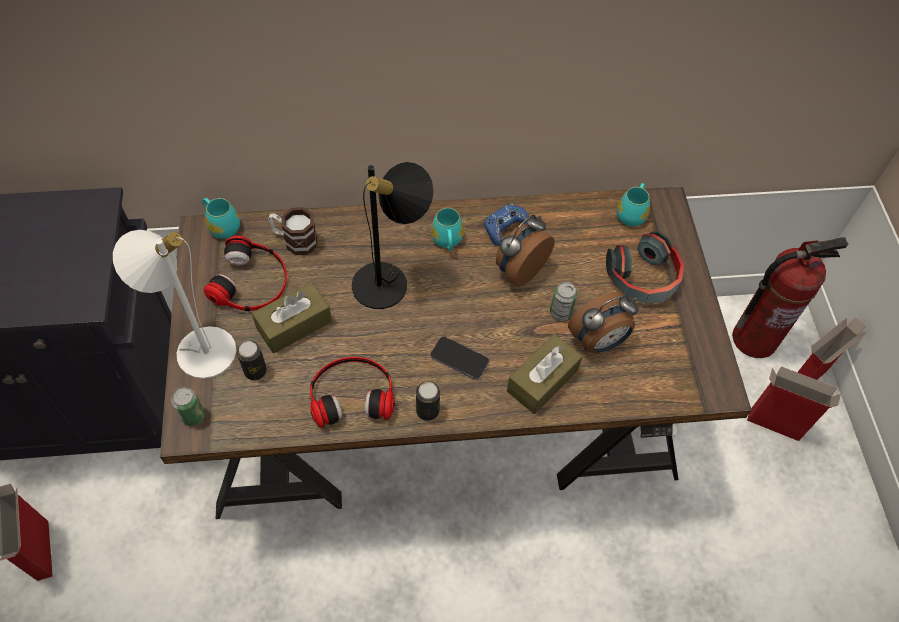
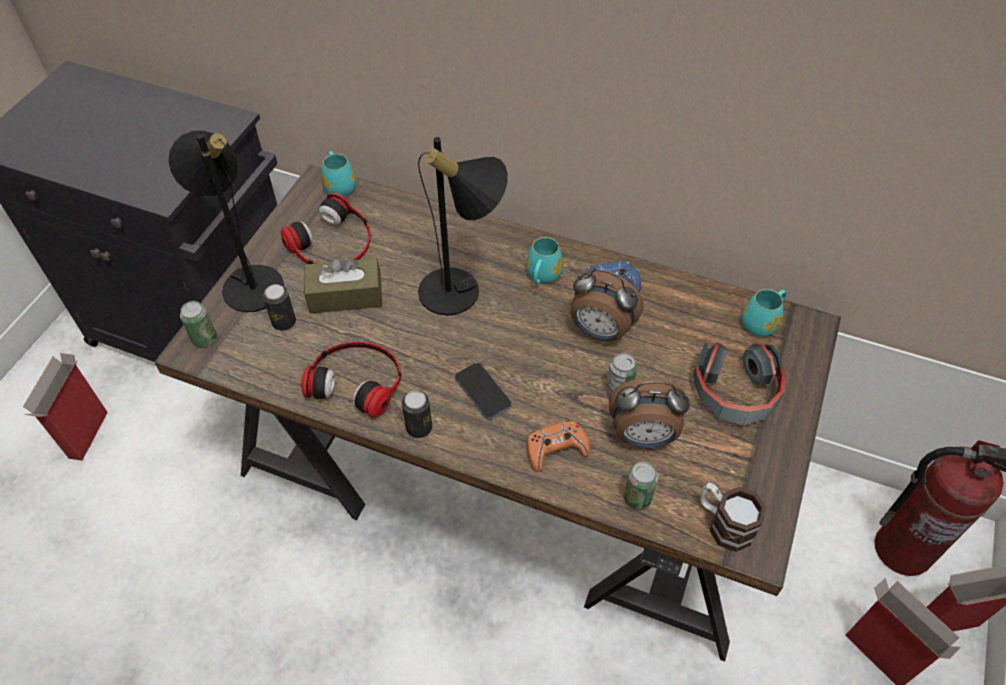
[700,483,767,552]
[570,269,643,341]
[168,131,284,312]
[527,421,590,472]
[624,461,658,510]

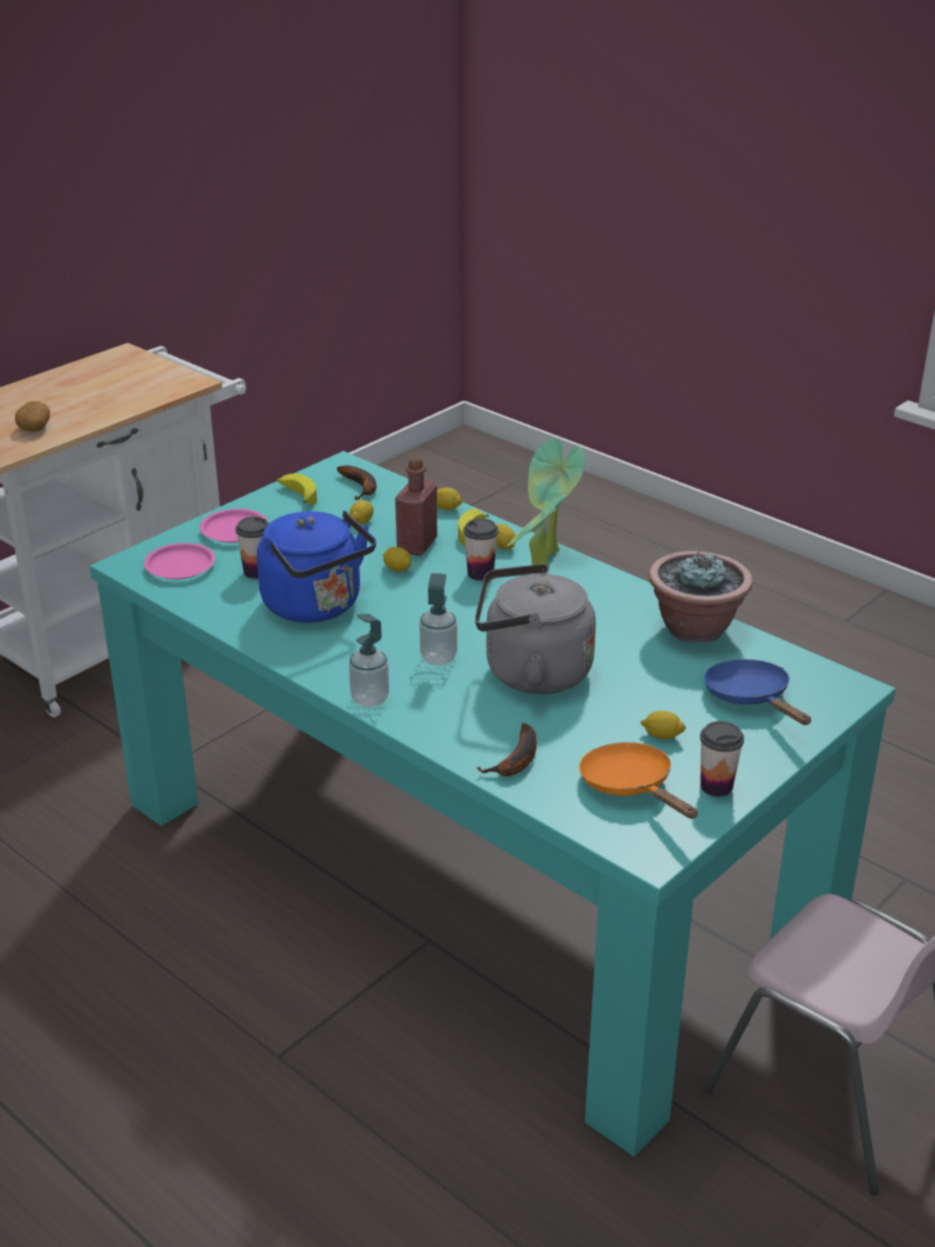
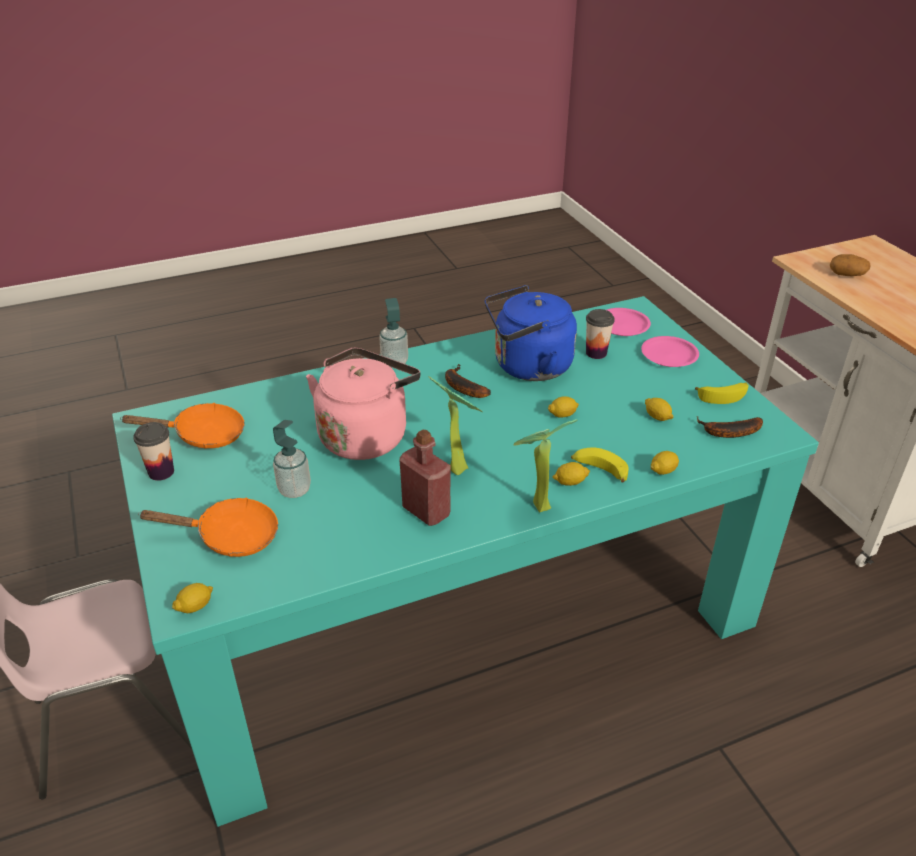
[400,430,451,526]
[463,518,499,581] (first image)
[649,551,753,643] (first image)
[306,348,420,460]
[273,420,311,498]
[138,497,278,557]
[172,583,213,613]
[445,364,491,398]

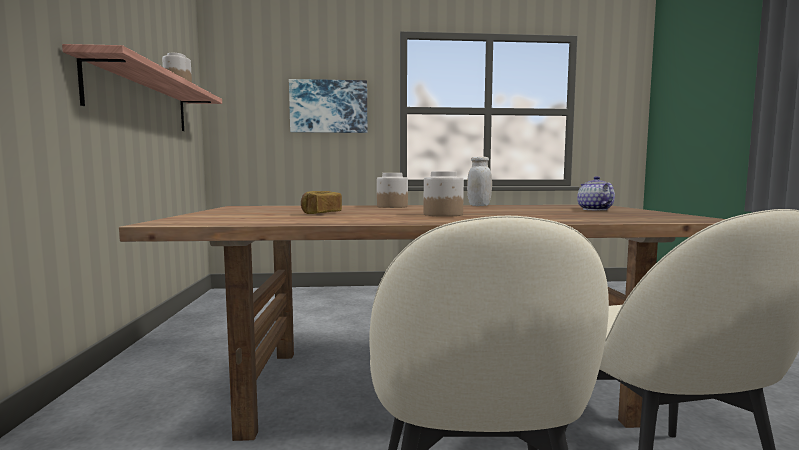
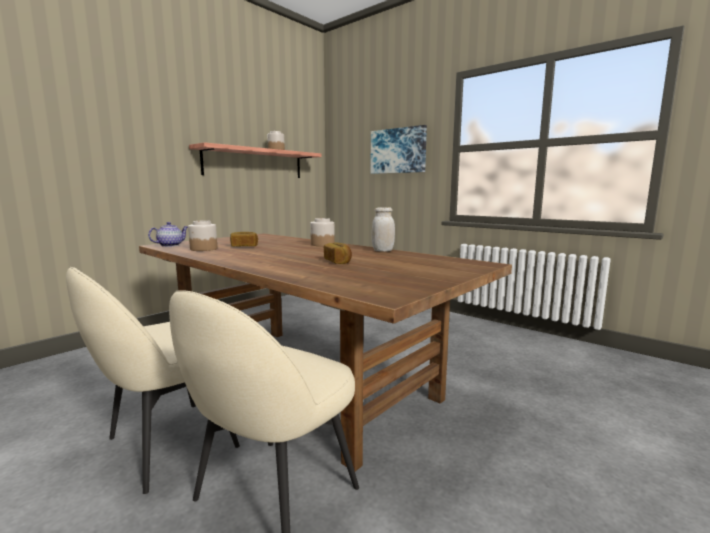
[188,220,217,251]
[148,222,188,247]
[324,242,352,264]

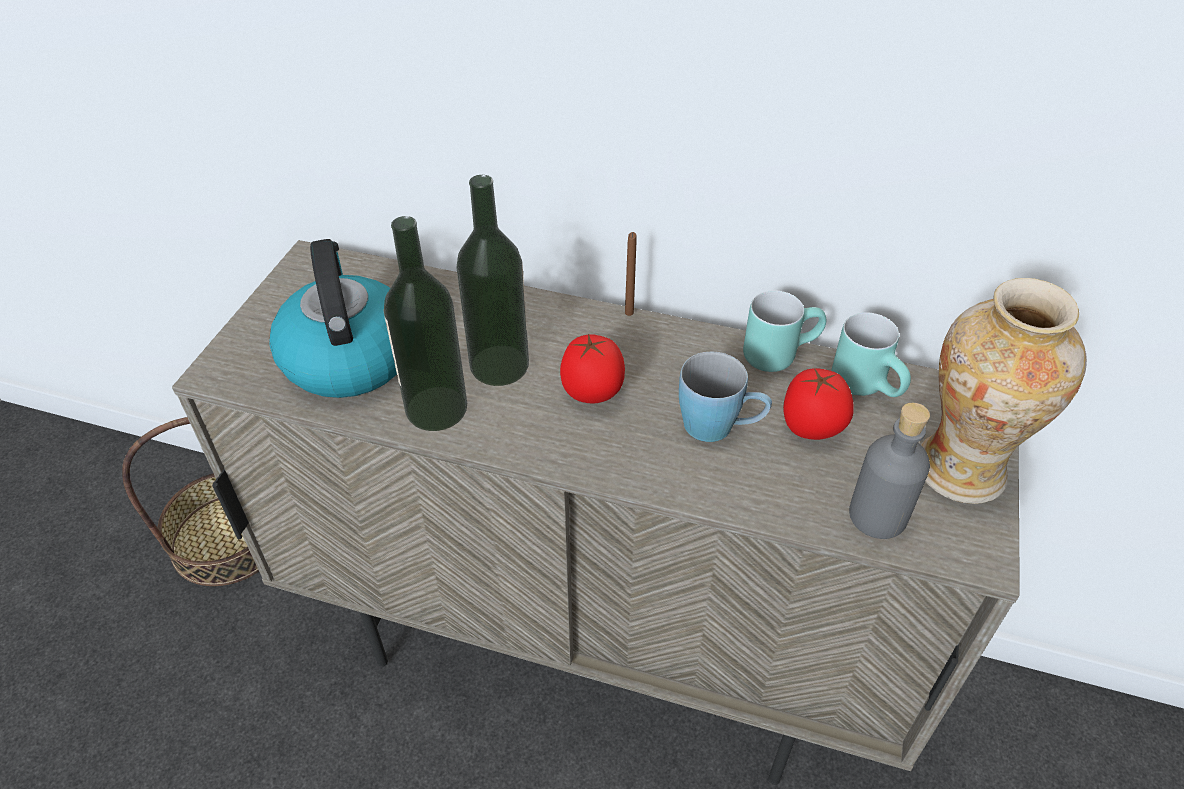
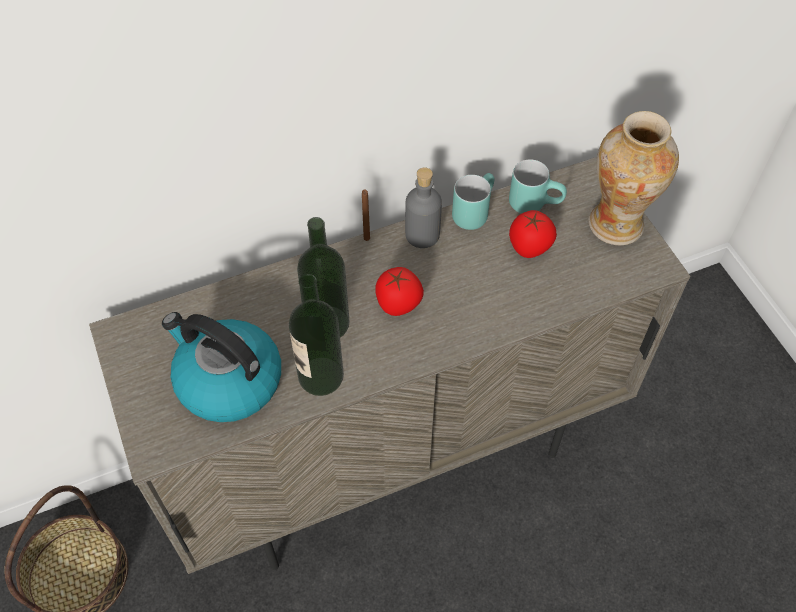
[679,352,772,442] (first image)
[405,168,442,248]

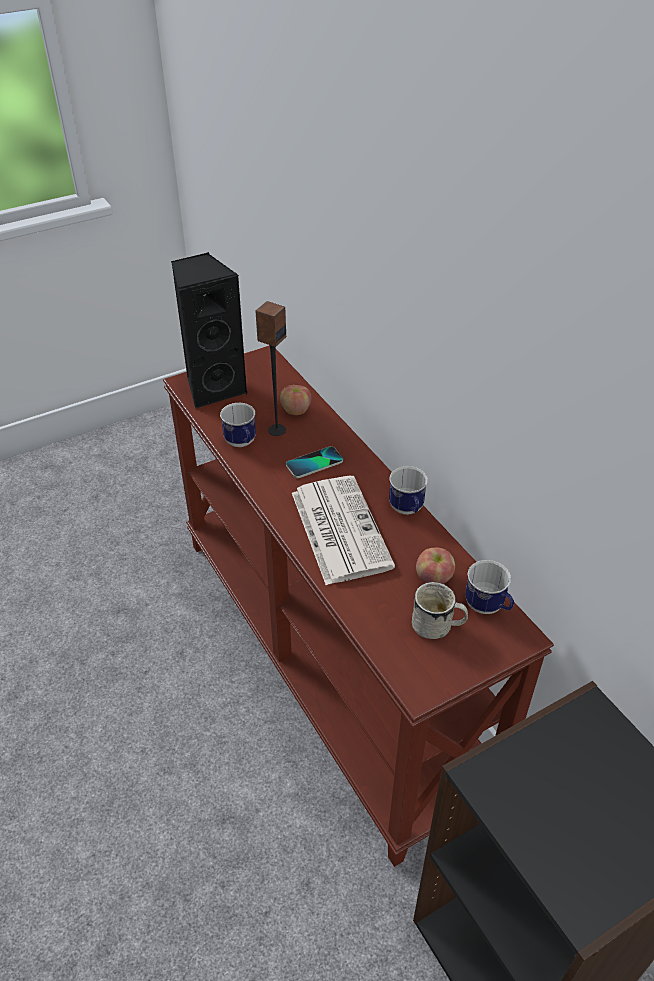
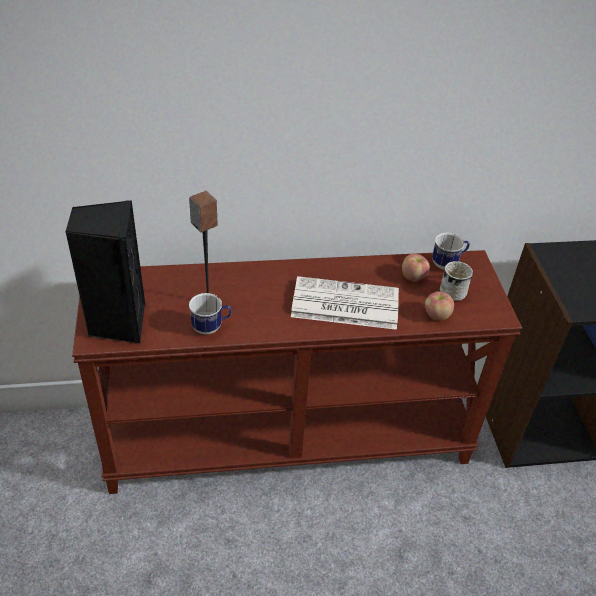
[425,292,454,321]
[286,446,343,478] (first image)
[389,466,428,515] (first image)

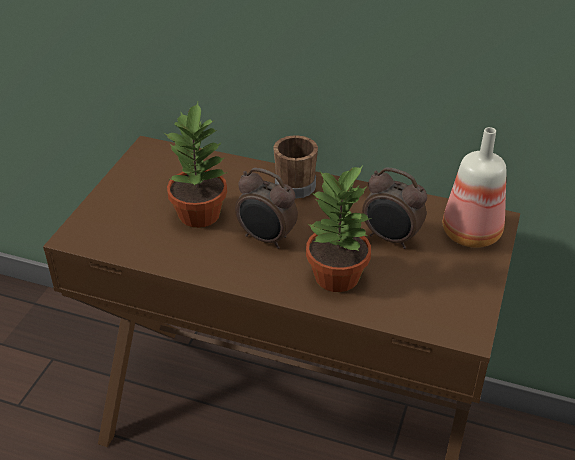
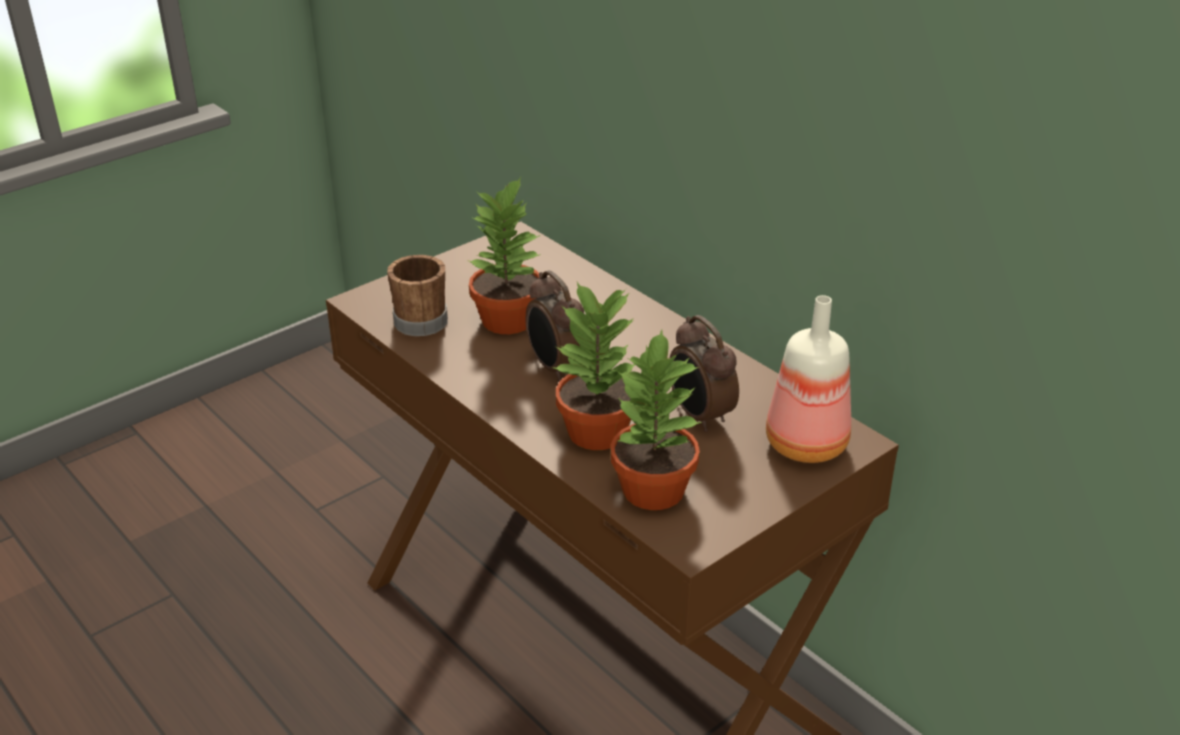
[387,255,448,337]
[611,330,702,510]

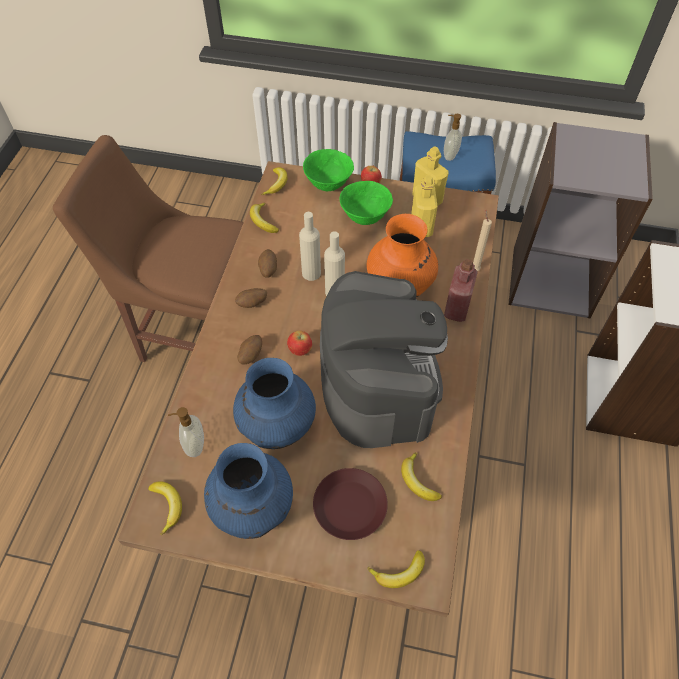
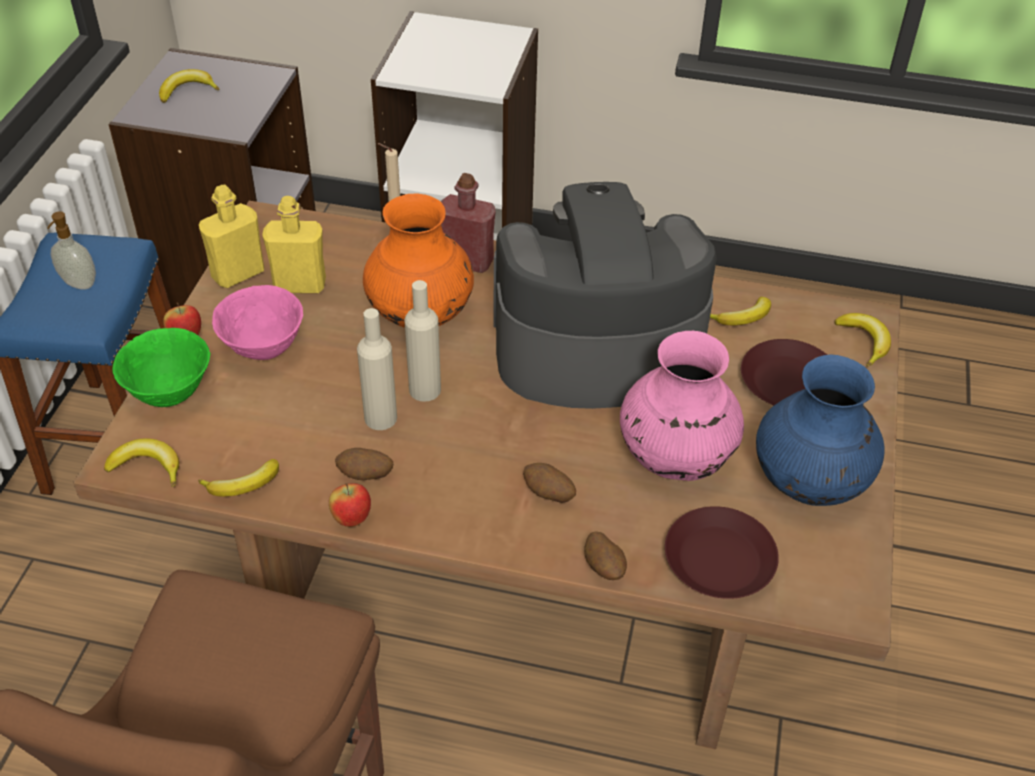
[212,285,303,360]
[584,531,627,580]
[329,483,371,527]
[620,331,744,481]
[665,506,779,599]
[159,69,219,103]

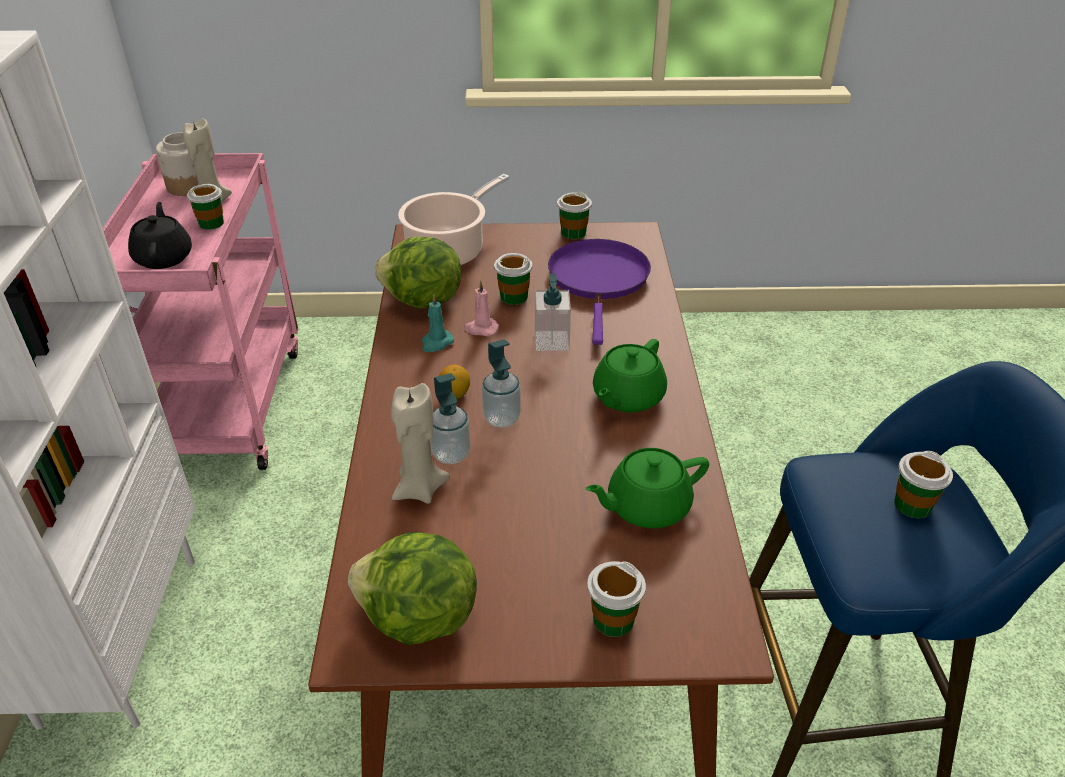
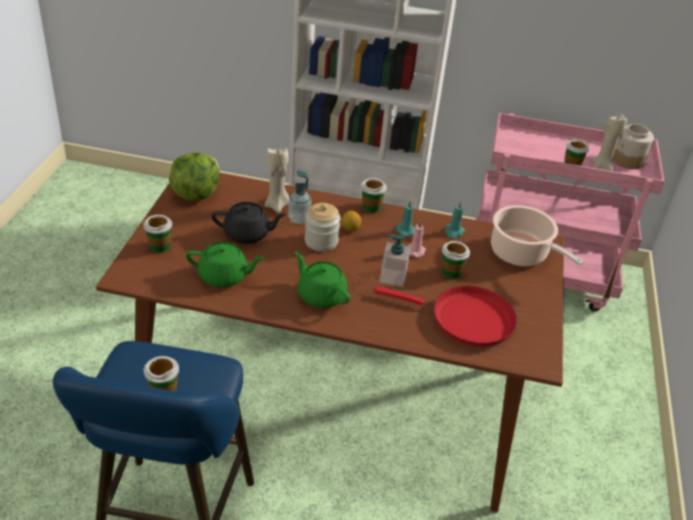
[361,178,387,213]
[211,202,286,244]
[445,201,465,239]
[375,286,517,347]
[305,203,340,252]
[186,242,265,287]

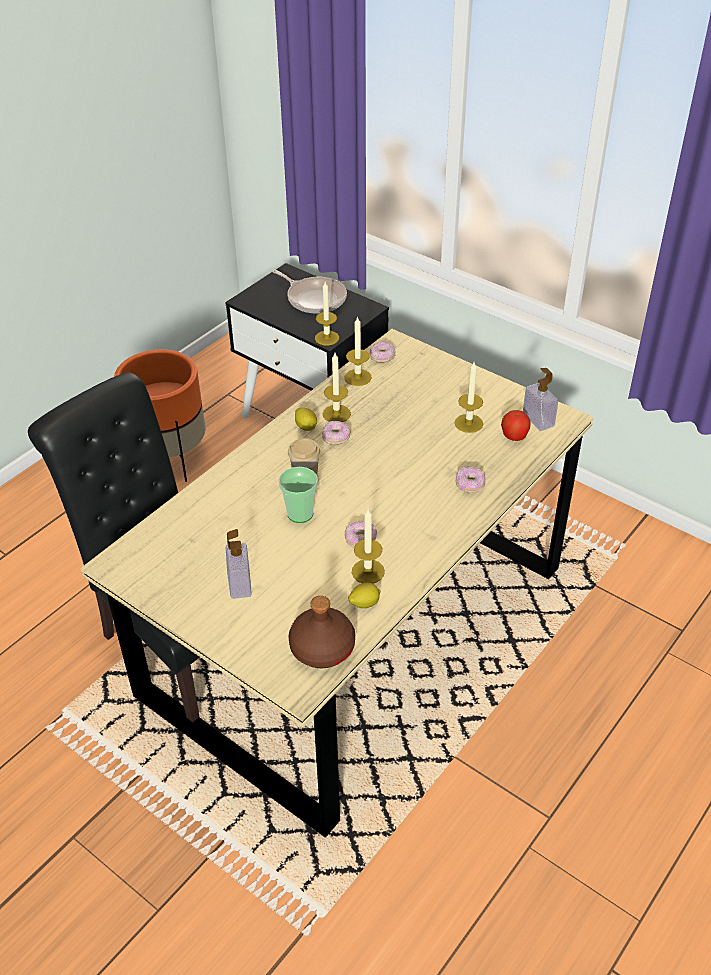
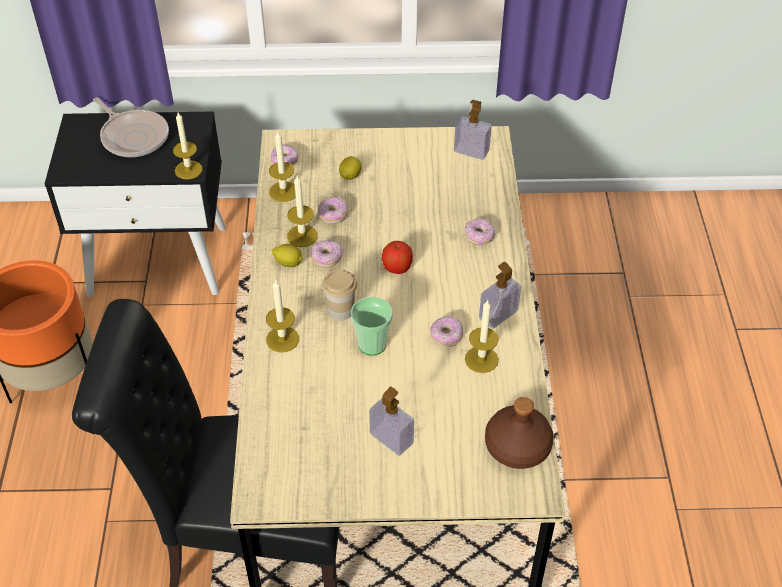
[93,98,169,157]
[266,280,299,353]
[382,241,413,274]
[339,156,362,180]
[318,197,348,224]
[479,262,521,329]

